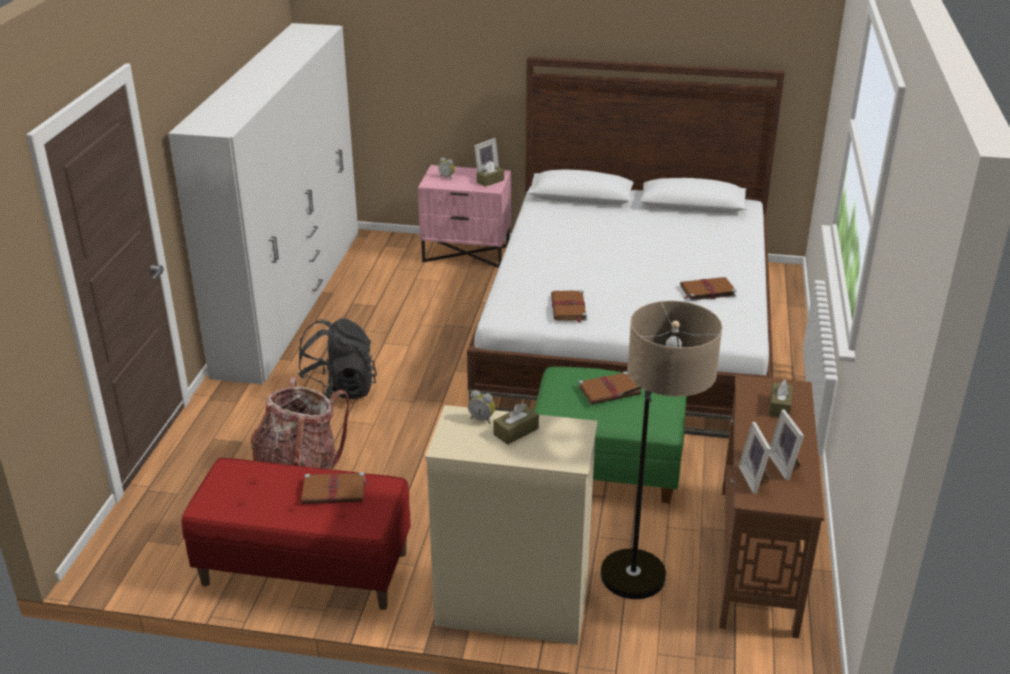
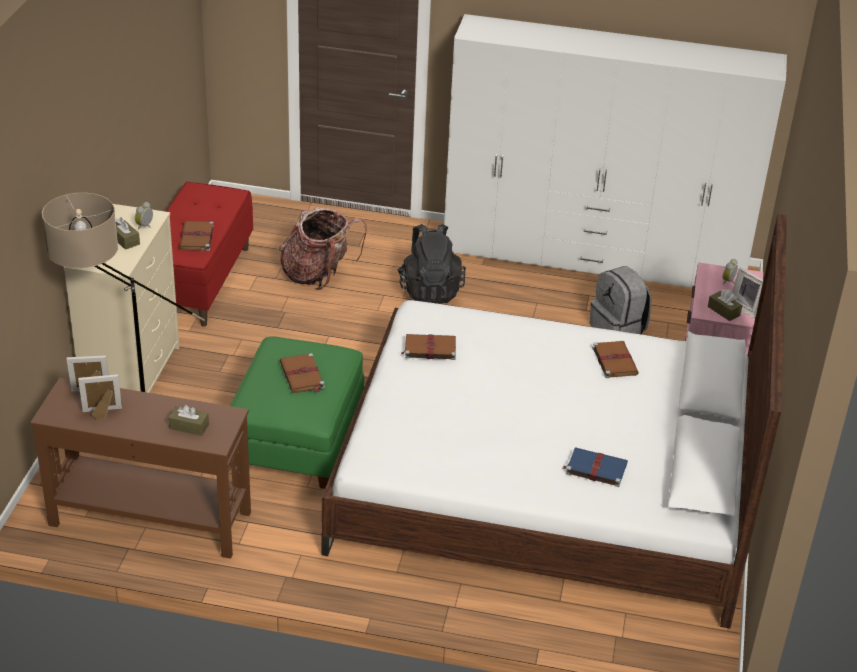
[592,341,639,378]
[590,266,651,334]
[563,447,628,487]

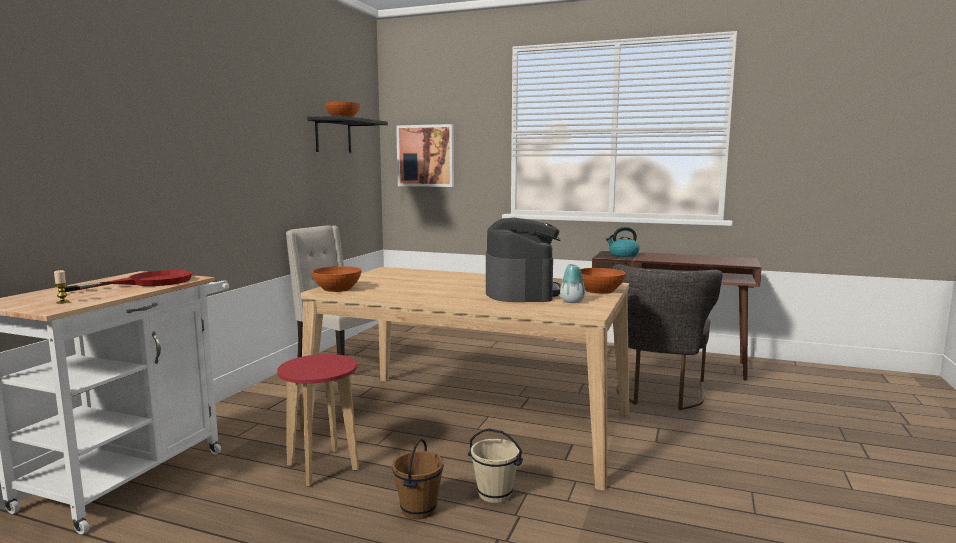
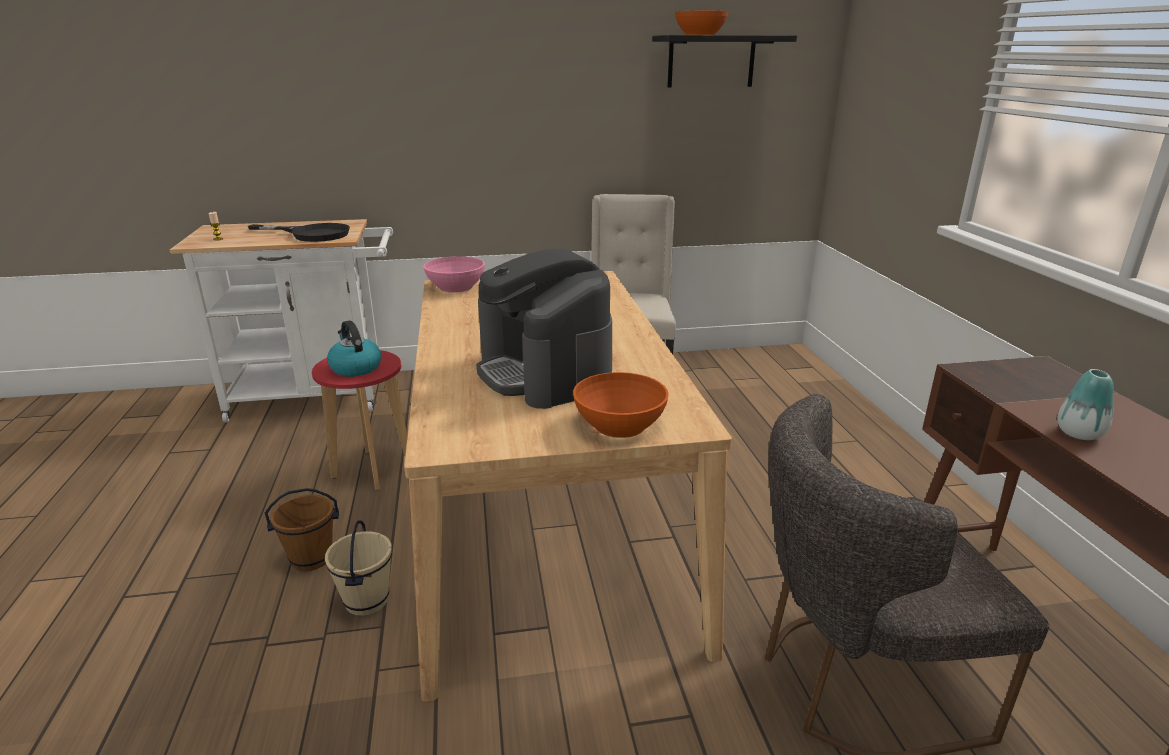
[396,124,454,187] (first image)
[476,248,612,409]
[327,320,381,377]
[1057,369,1114,440]
[423,256,485,293]
[247,223,350,242]

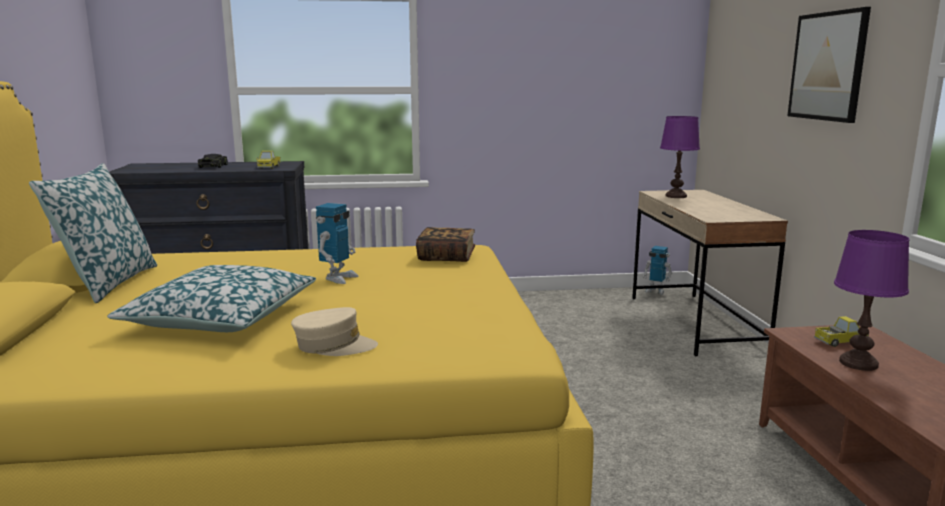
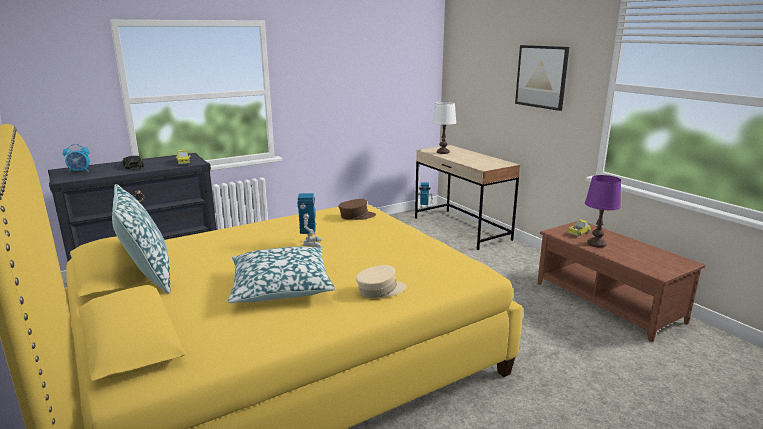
[432,101,457,154]
[338,199,376,220]
[63,144,90,174]

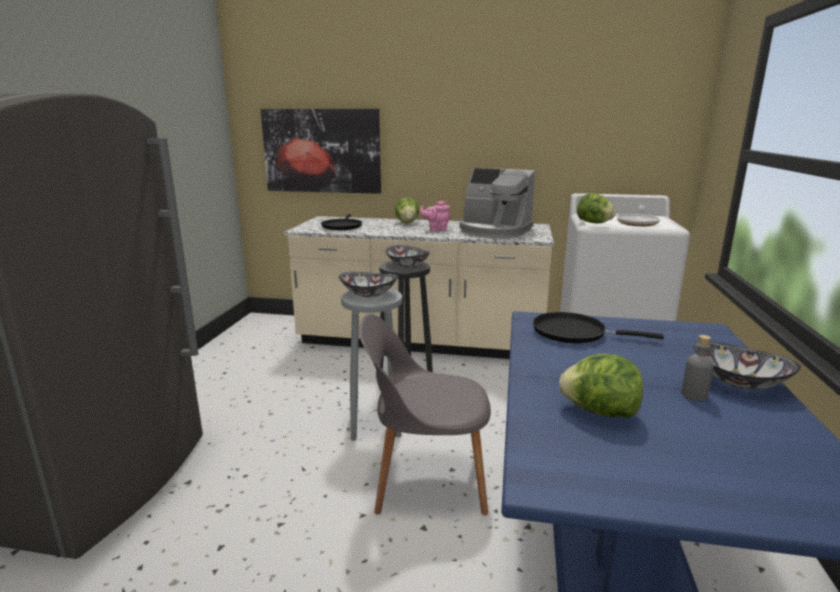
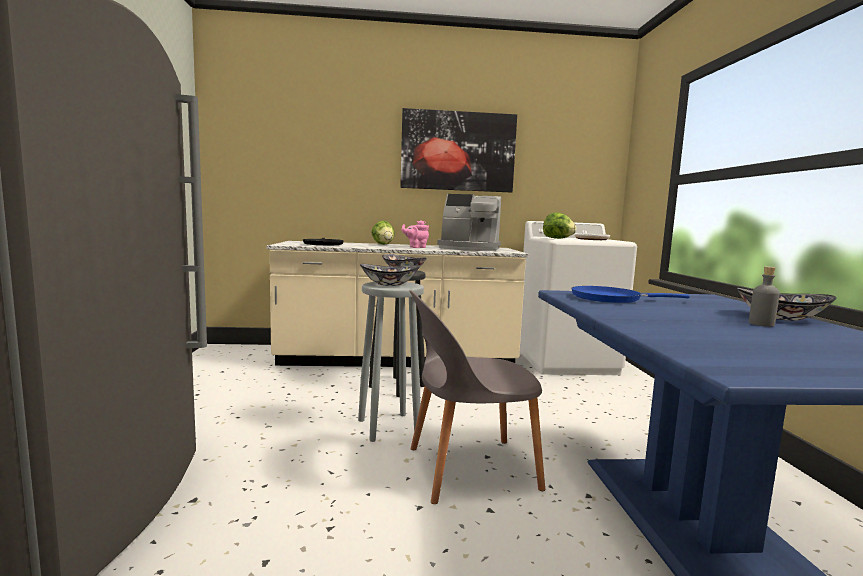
[400,108,517,192]
[571,286,690,303]
[559,354,643,418] (first image)

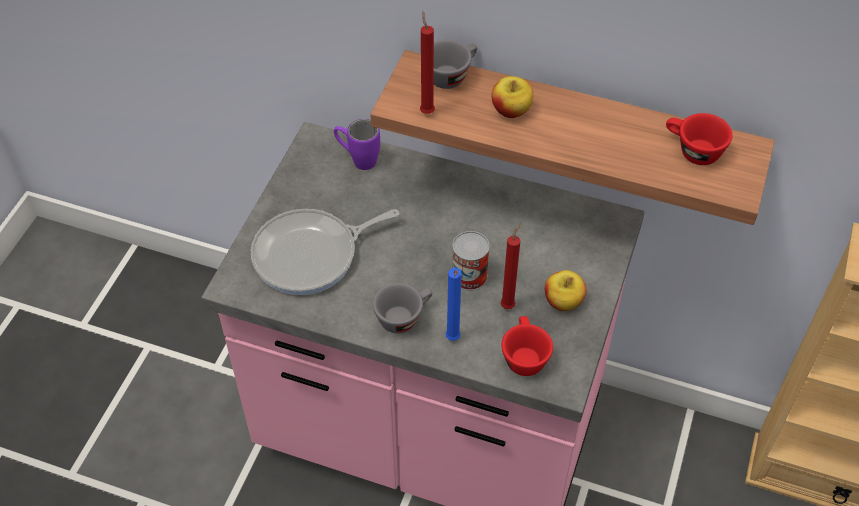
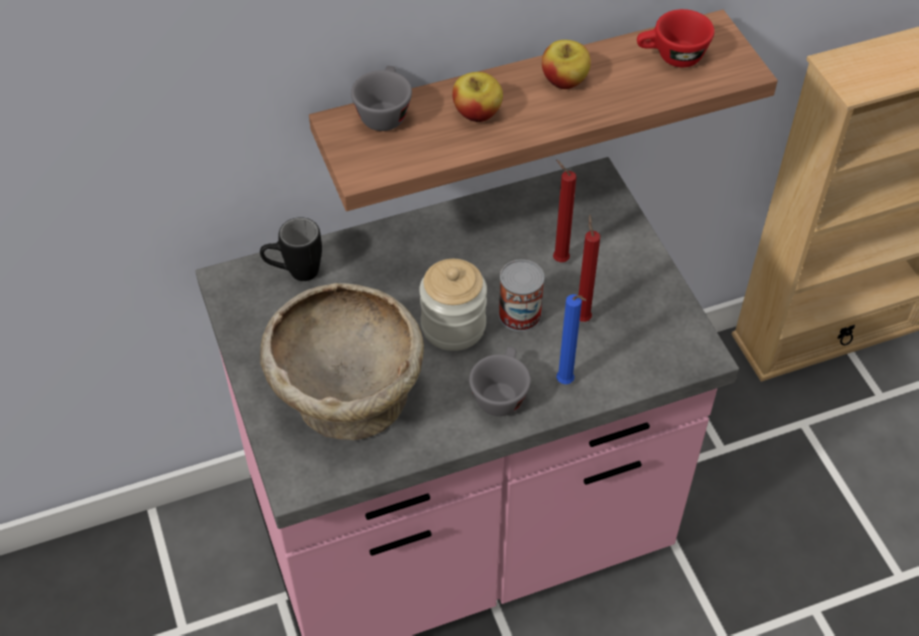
[553,160,576,262]
[260,217,322,281]
[260,283,424,440]
[542,40,591,89]
[501,316,553,376] (first image)
[419,259,487,351]

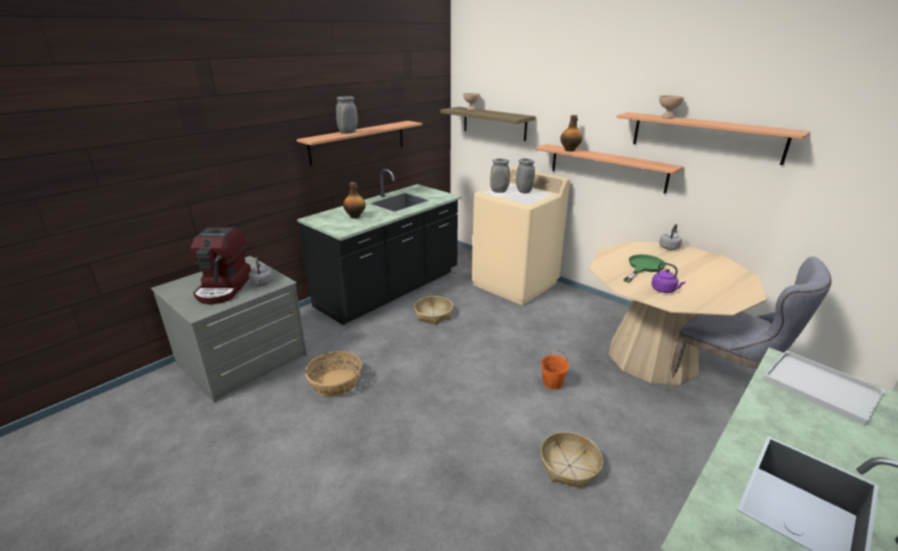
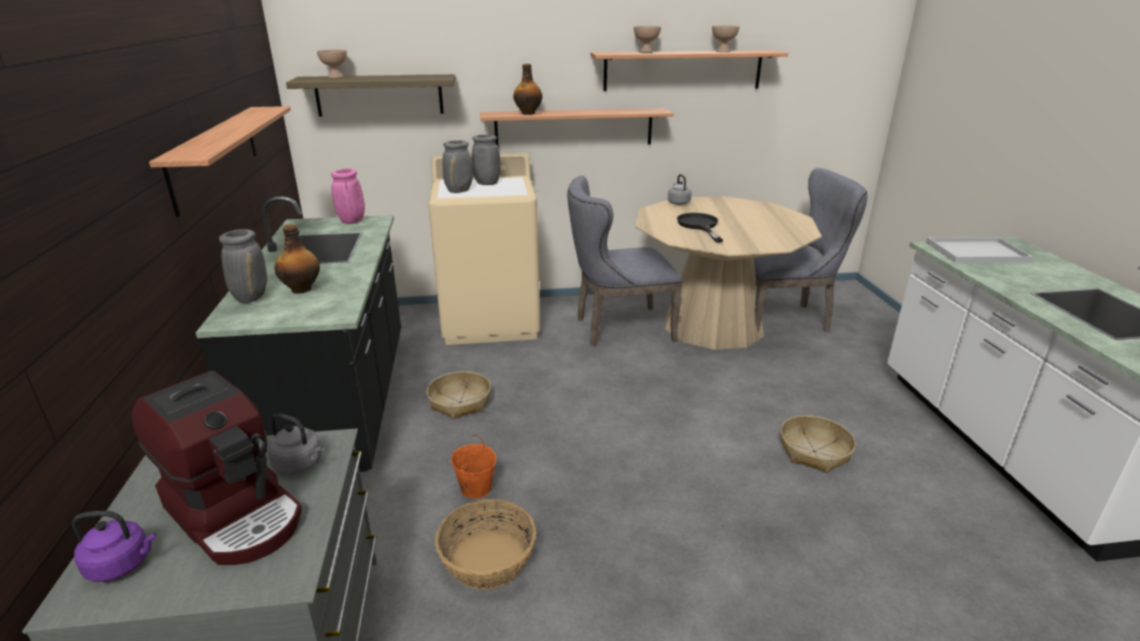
[219,229,267,303]
[677,213,723,242]
[72,511,156,582]
[451,435,496,499]
[712,26,739,52]
[331,169,365,224]
[567,176,683,347]

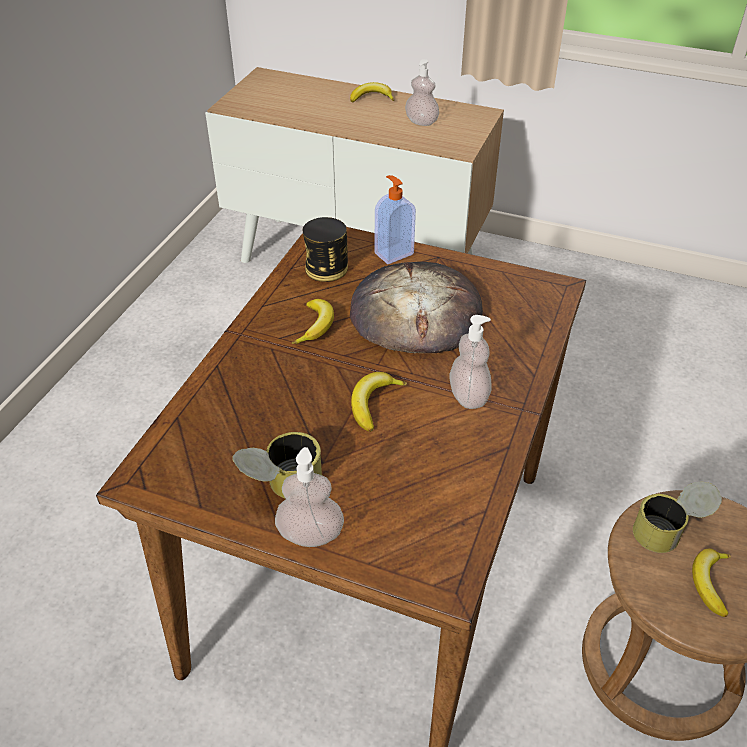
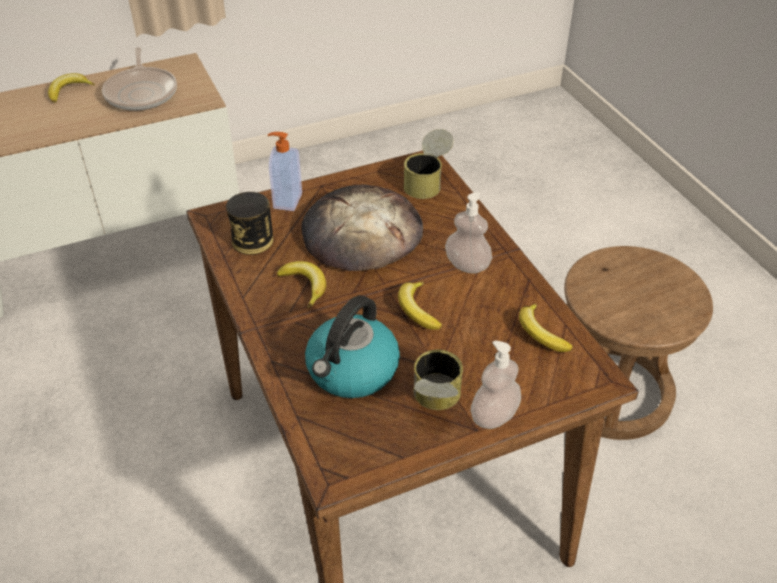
[102,47,177,111]
[404,129,454,199]
[519,304,573,352]
[305,295,400,398]

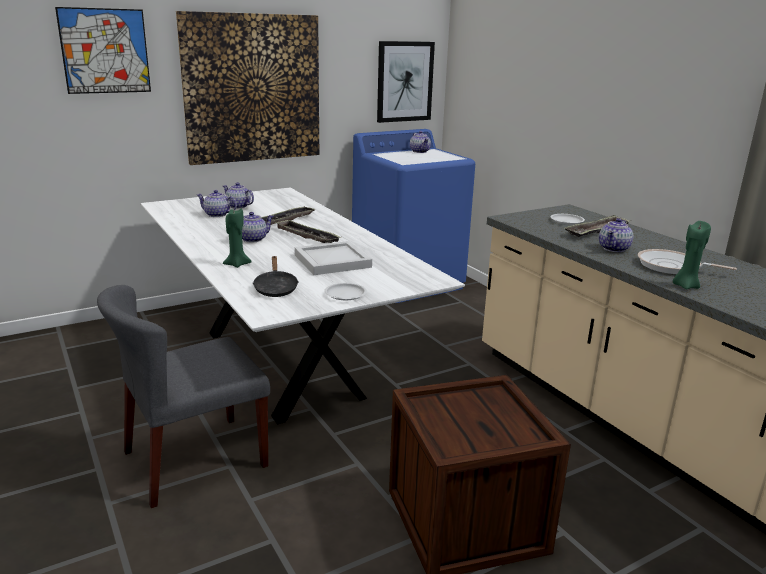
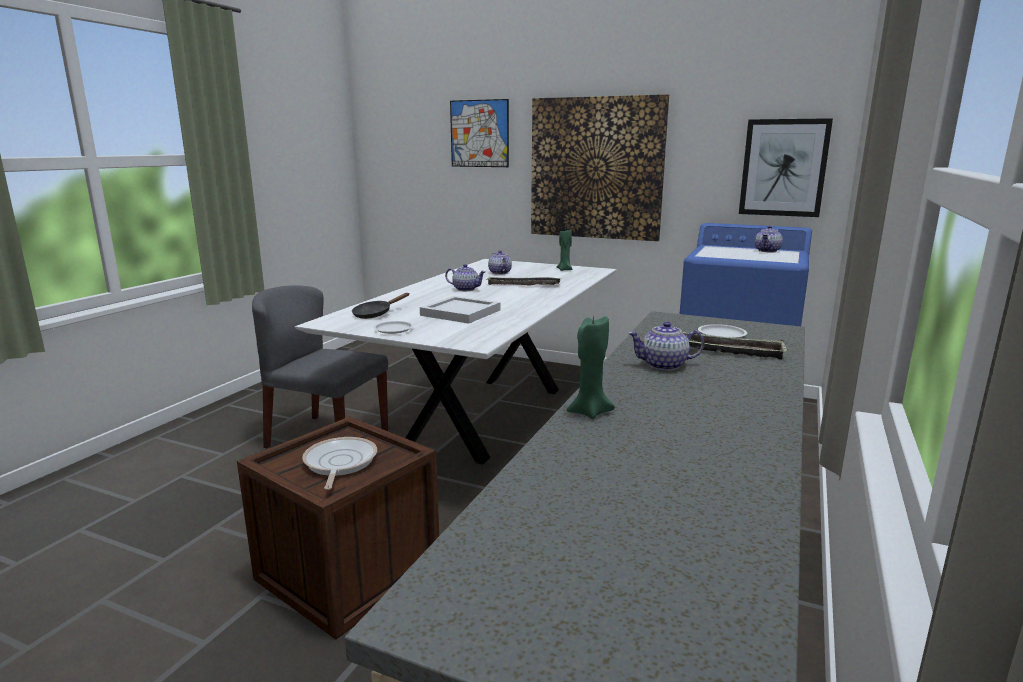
[223,182,254,209] (first image)
[557,230,573,271]
[274,220,342,243] (first image)
[302,437,377,490]

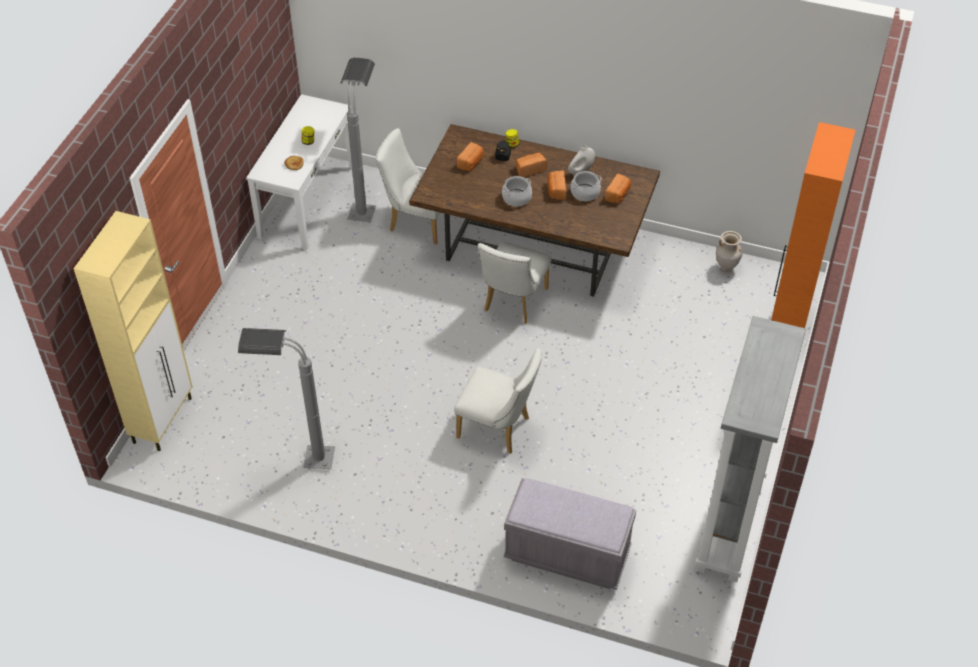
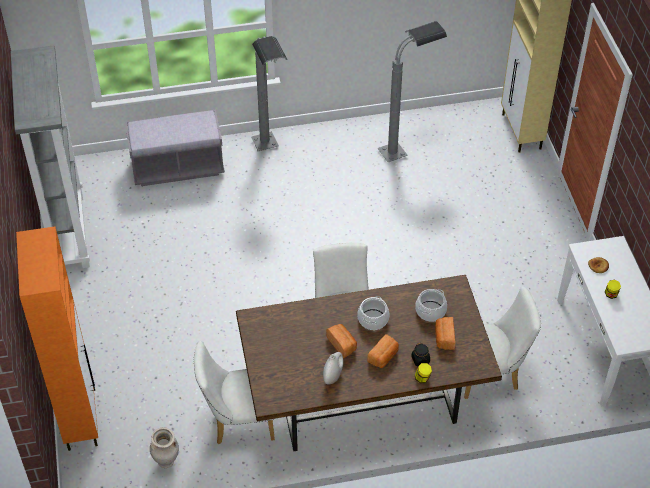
[251,36,288,151]
[415,289,447,322]
[605,173,631,203] (first image)
[194,341,275,444]

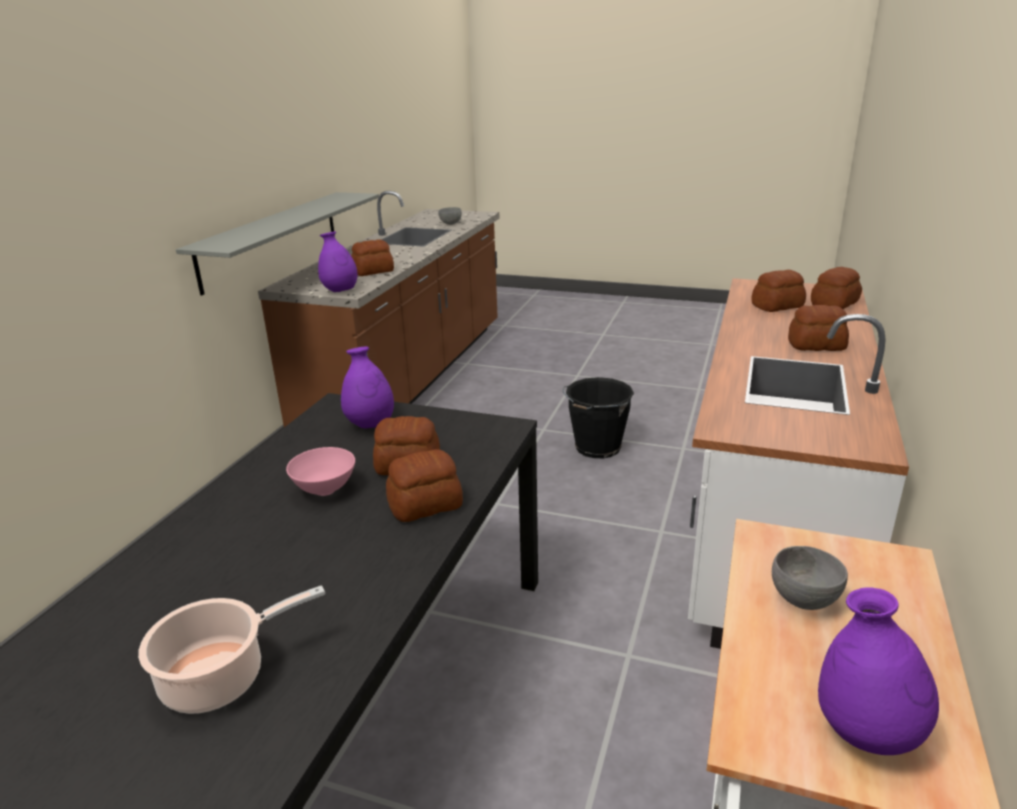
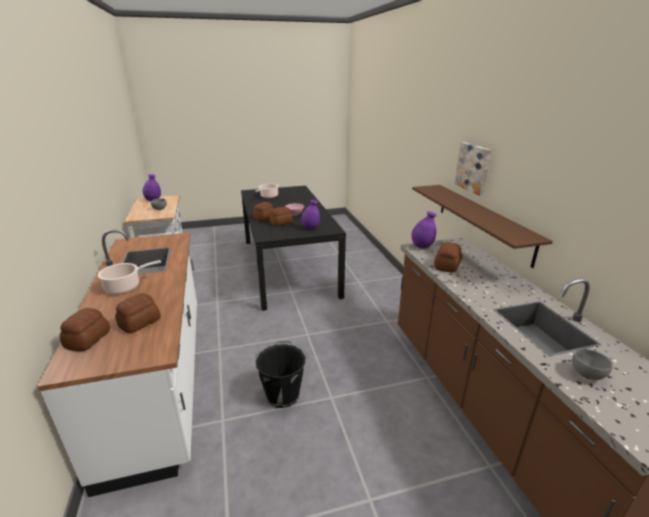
[412,185,552,268]
[98,260,161,294]
[455,142,492,195]

